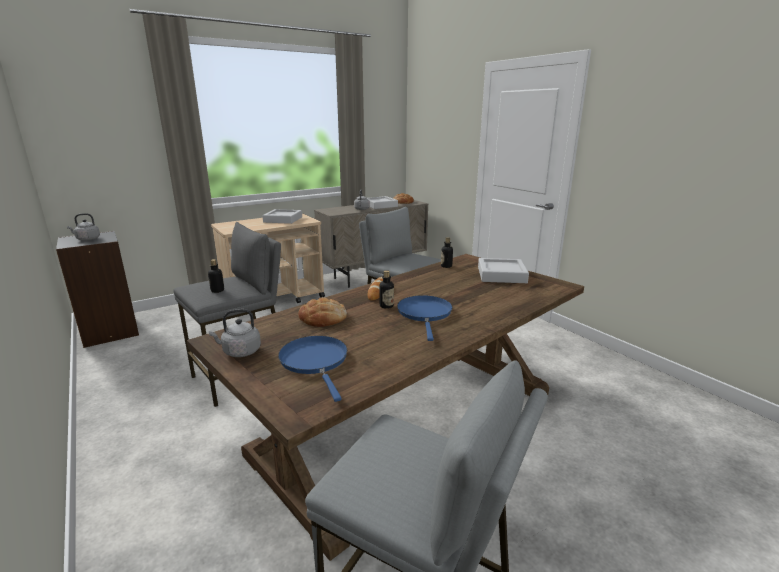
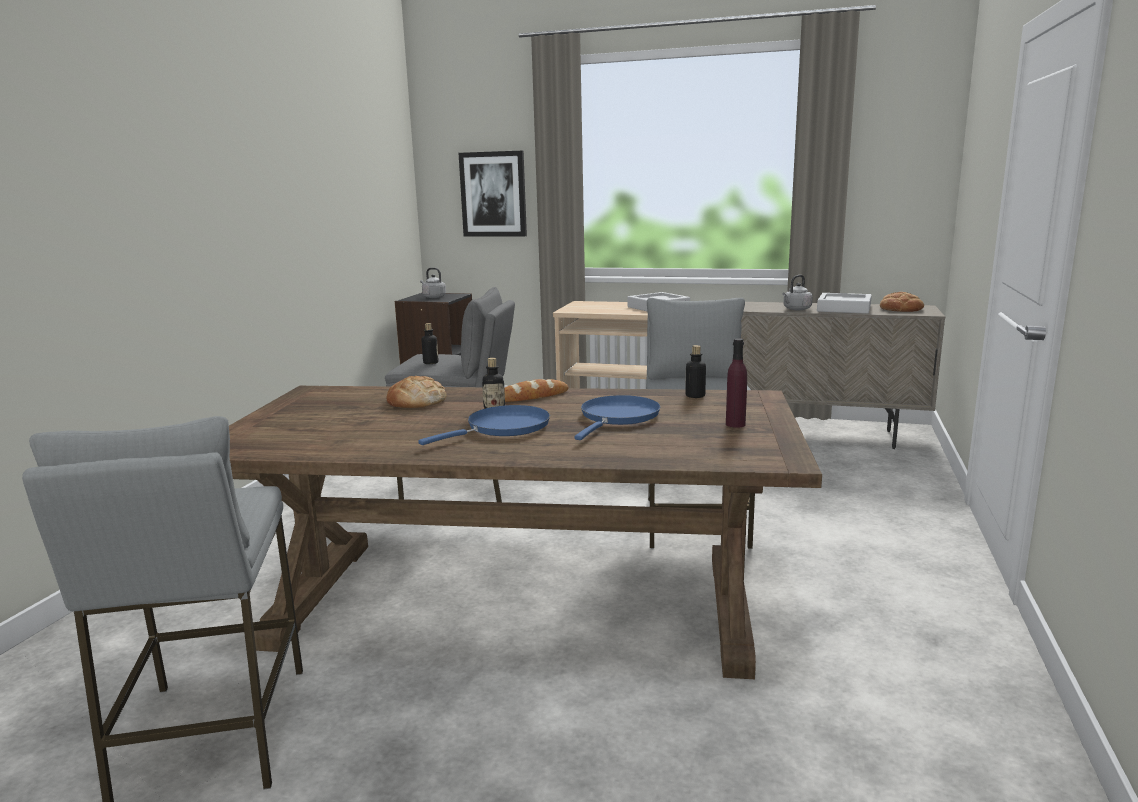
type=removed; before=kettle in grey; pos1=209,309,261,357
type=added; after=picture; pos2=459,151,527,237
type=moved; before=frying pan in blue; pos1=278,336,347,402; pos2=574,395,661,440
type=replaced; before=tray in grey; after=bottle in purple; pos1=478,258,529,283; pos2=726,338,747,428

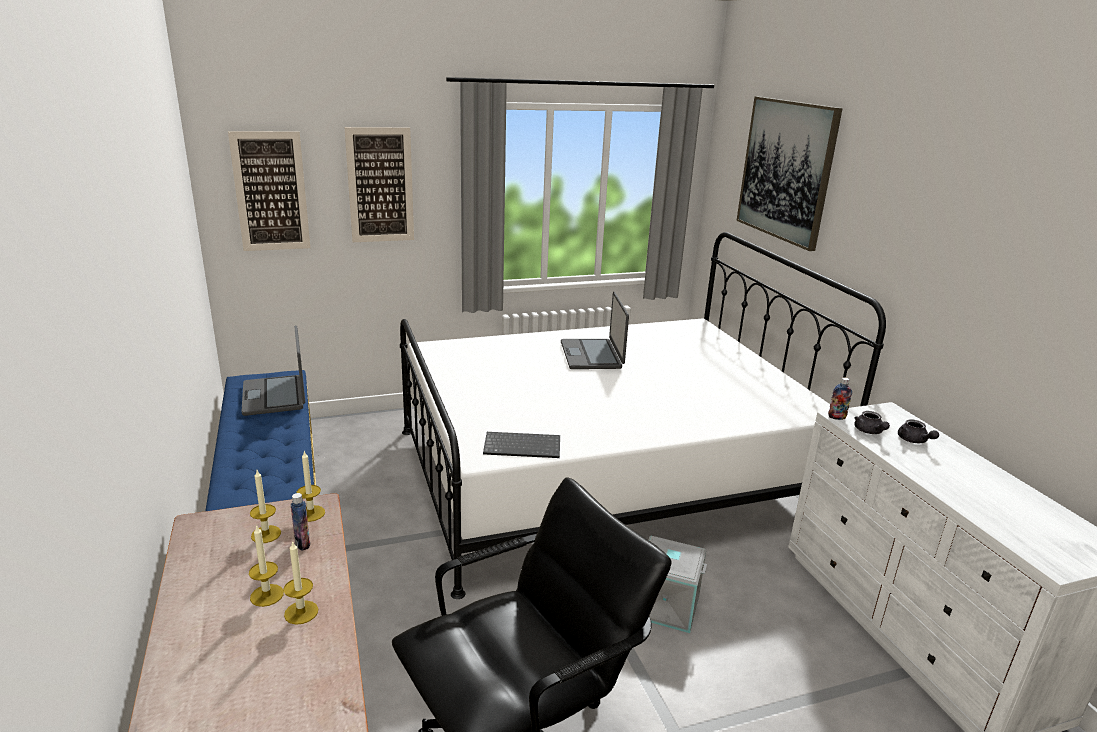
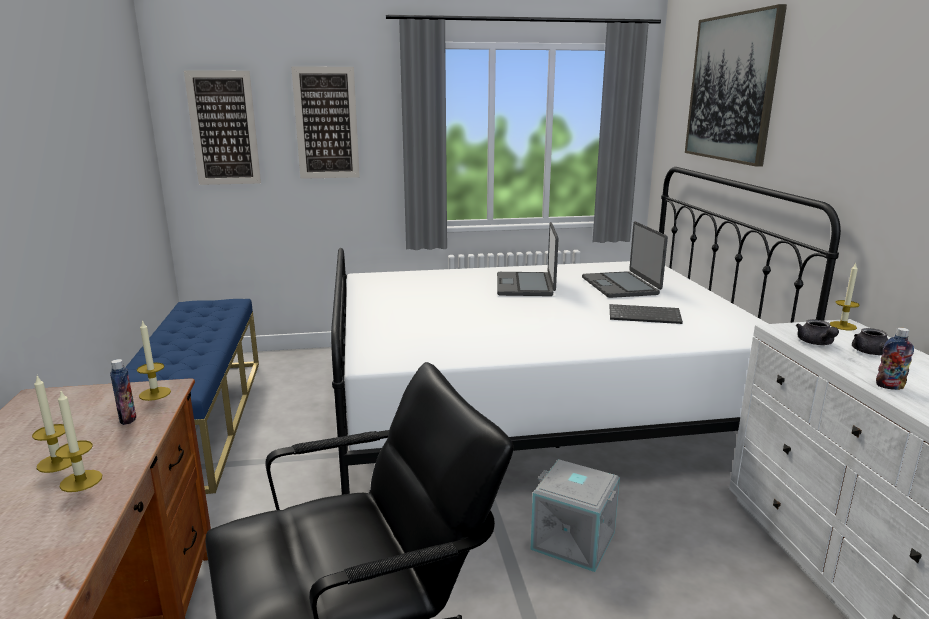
type=moved; before=laptop; pos1=241,325,305,416; pos2=582,221,668,298
type=moved; before=candle; pos1=250,470,281,543; pos2=830,263,860,330
type=moved; before=keyboard; pos1=483,432,560,458; pos2=609,304,683,324
type=moved; before=bottle; pos1=828,377,852,420; pos2=876,327,914,390

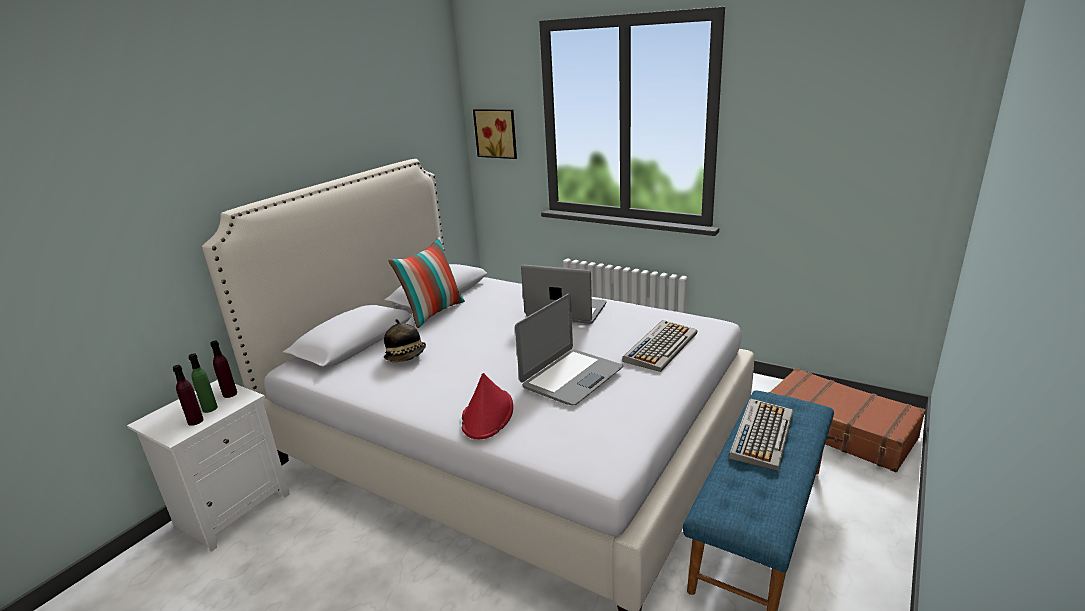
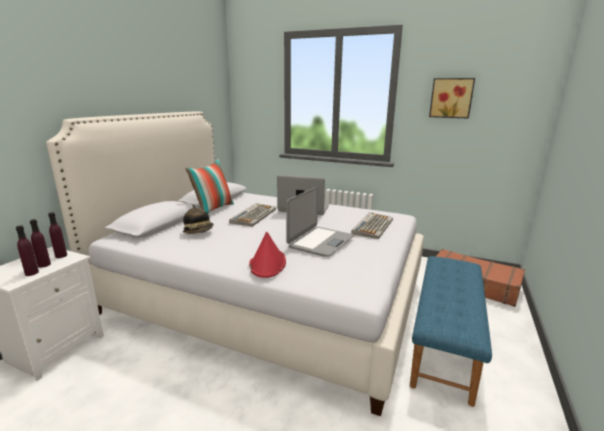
type=moved; before=picture; pos1=473,109,517,159; pos2=429,78,475,119
type=moved; before=keyboard; pos1=729,399,793,471; pos2=229,203,276,227
type=recoloured; before=bottle in green; after=bottle in purple; pos1=188,353,218,413; pos2=30,219,51,268

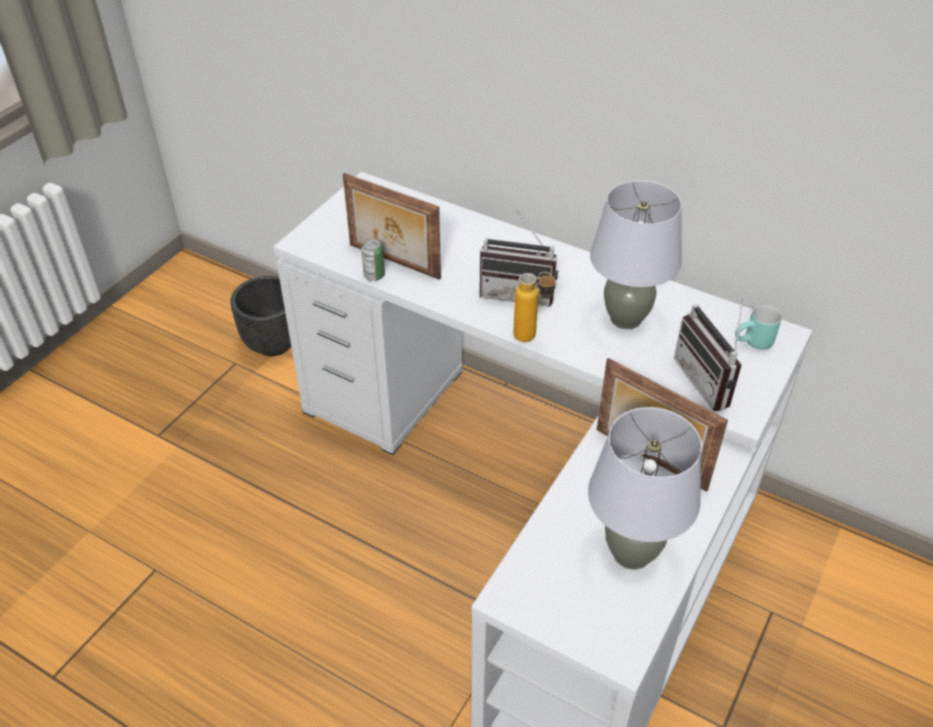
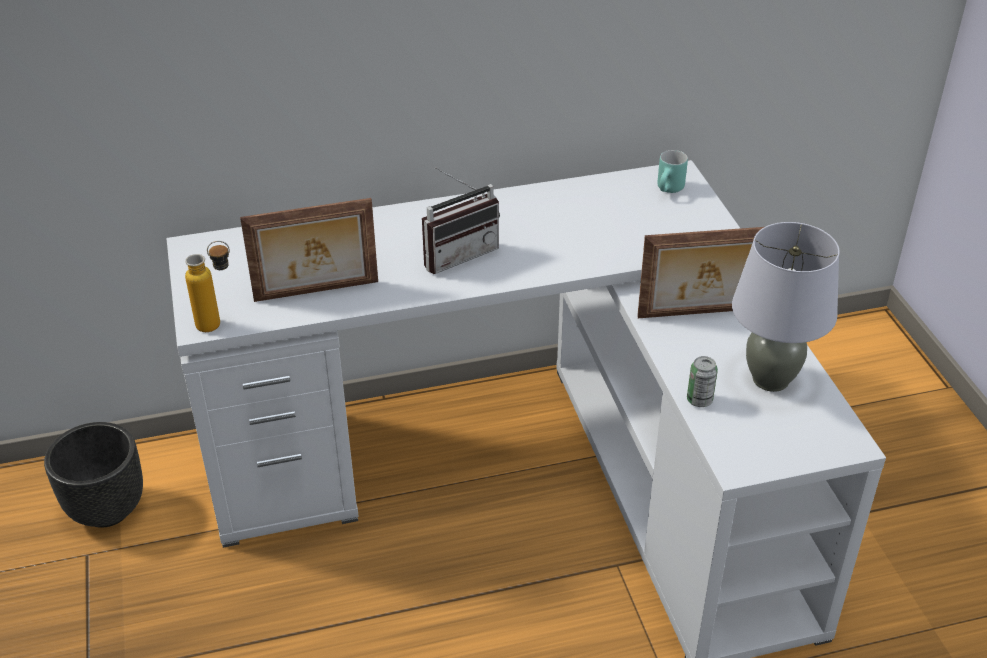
type=removed; before=table lamp in grey; pos1=590,180,682,329
type=removed; before=radio; pos1=674,299,743,411
type=moved; before=can; pos1=361,239,385,281; pos2=687,356,718,407
type=moved; before=bottle; pos1=513,272,556,342; pos2=185,241,230,332

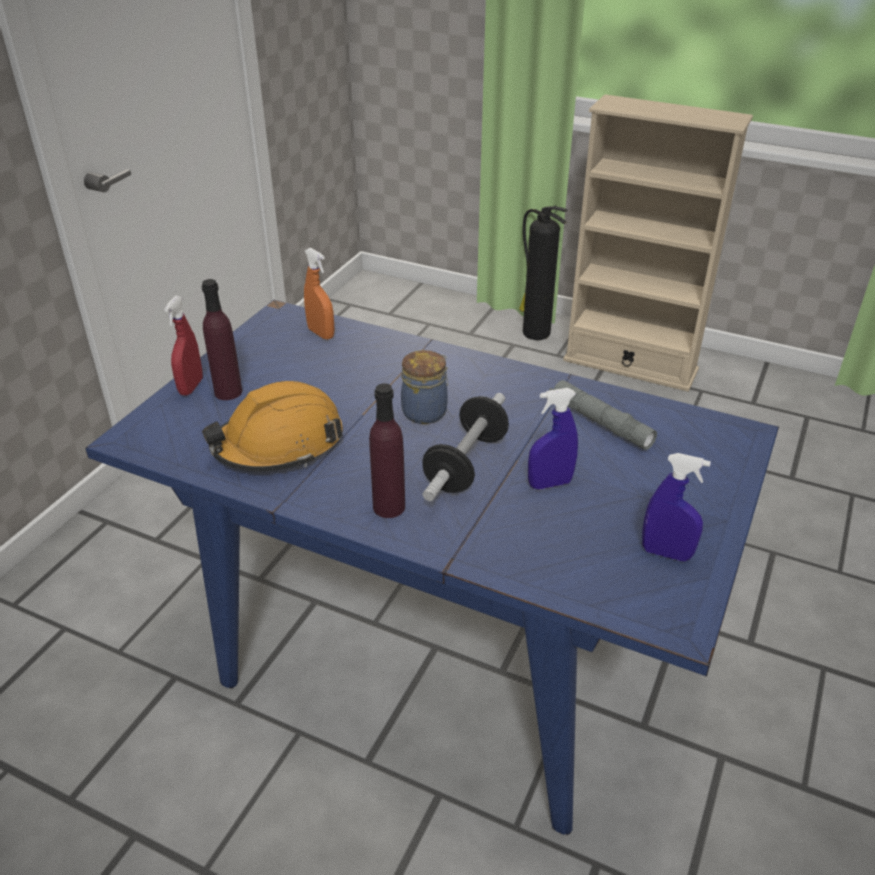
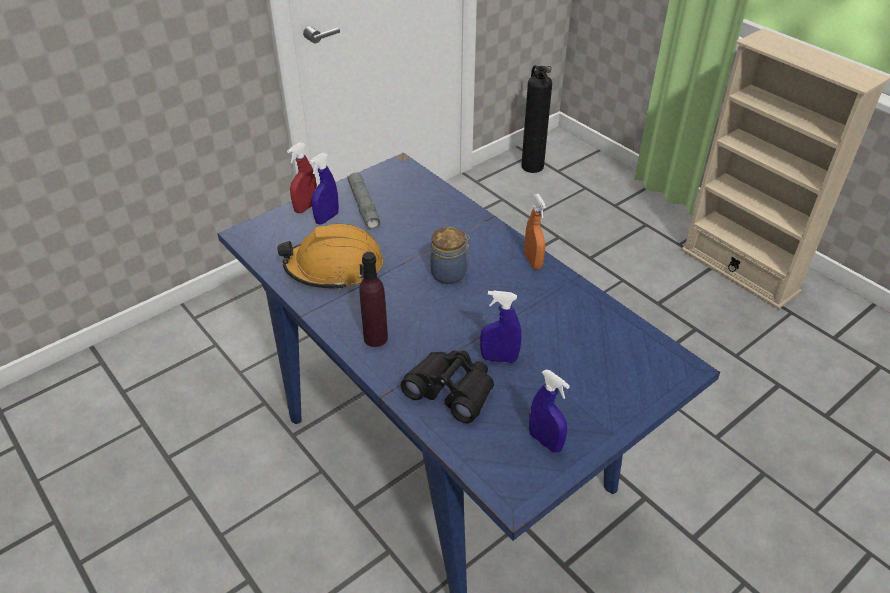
type=removed; before=dumbbell; pos1=422,393,509,501
type=added; after=binoculars in black; pos2=400,350,494,423
type=moved; before=spray bottle in orange; pos1=304,248,335,340; pos2=524,194,546,270
type=moved; before=fire extinguisher; pos1=519,206,567,340; pos2=521,65,552,173
type=moved; before=flashlight in grey; pos1=549,380,657,450; pos2=347,172,381,230
type=replaced; before=bottle in purple; after=spray bottle in blue; pos1=201,279,242,400; pos2=309,153,339,225

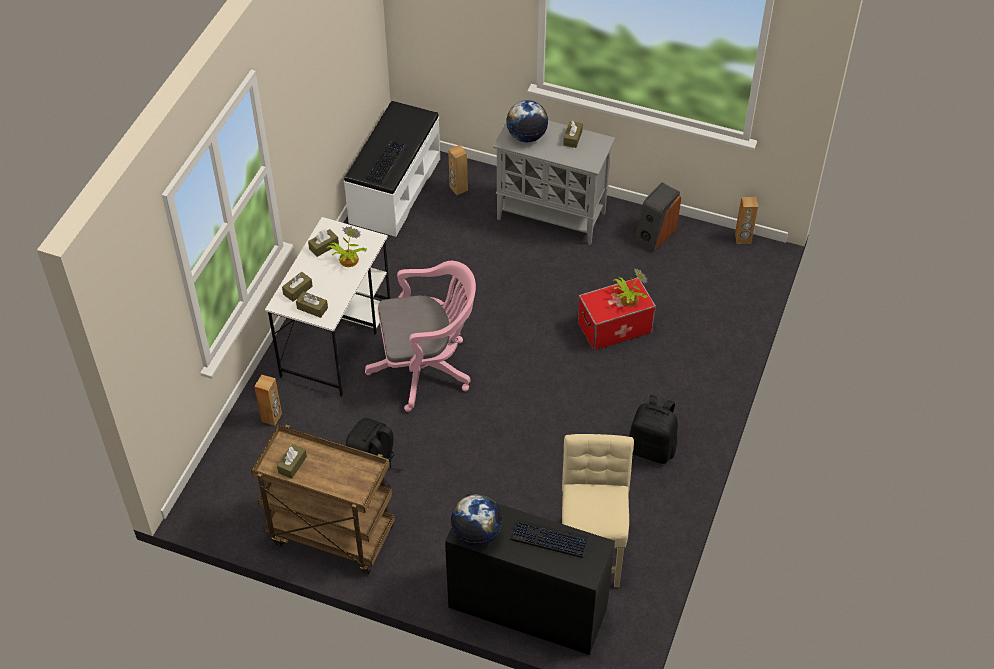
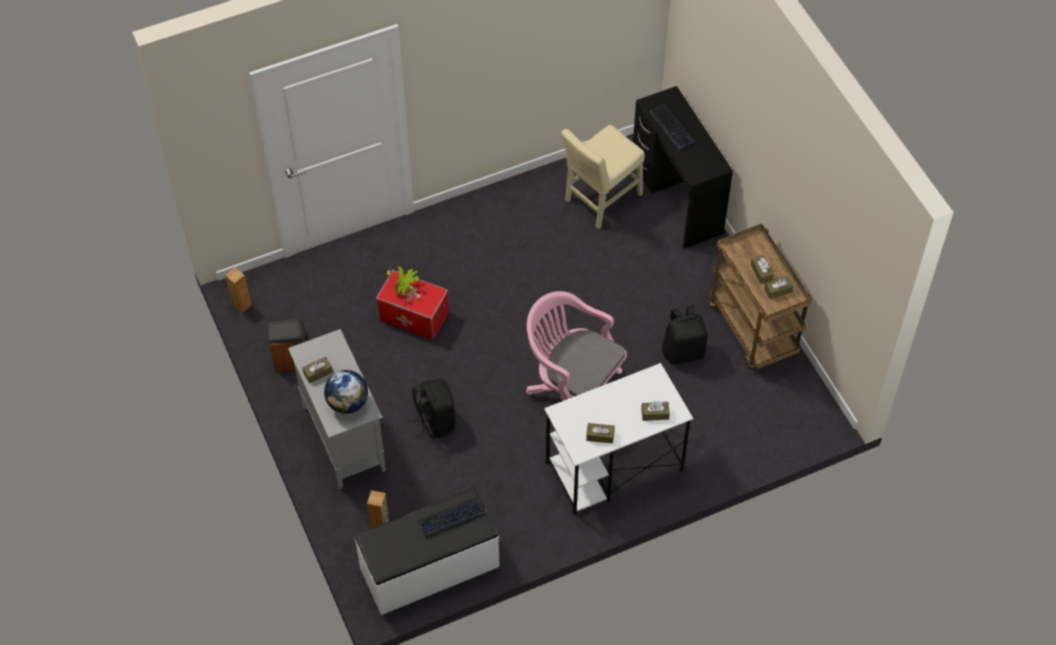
type=removed; before=speaker in brown; pos1=254,375,282,426
type=removed; before=potted plant; pos1=327,226,367,267
type=removed; before=globe; pos1=451,495,503,547
type=moved; before=tissue box in brown; pos1=296,291,328,318; pos2=751,255,774,284
type=moved; before=backpack in black; pos1=629,395,678,464; pos2=408,378,455,438

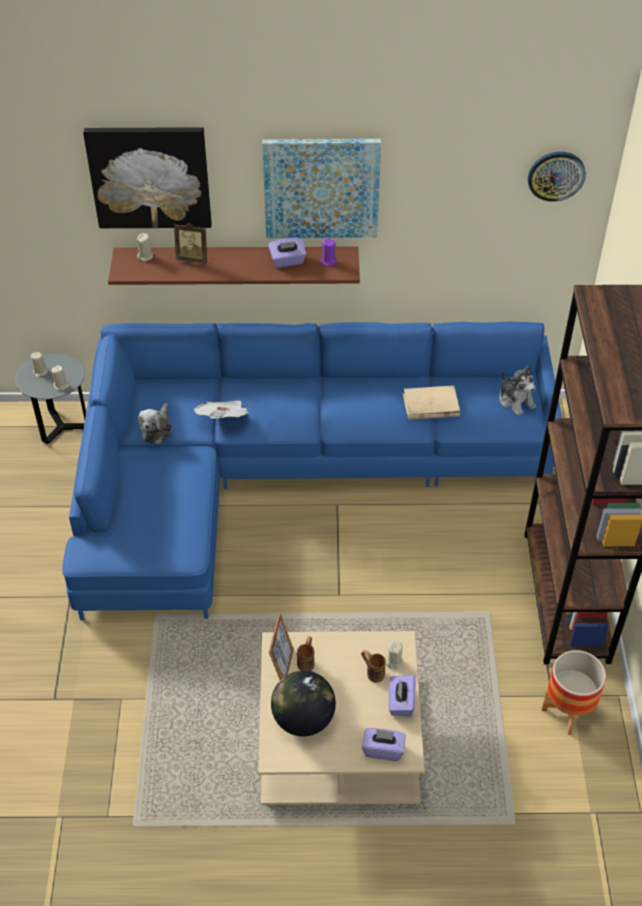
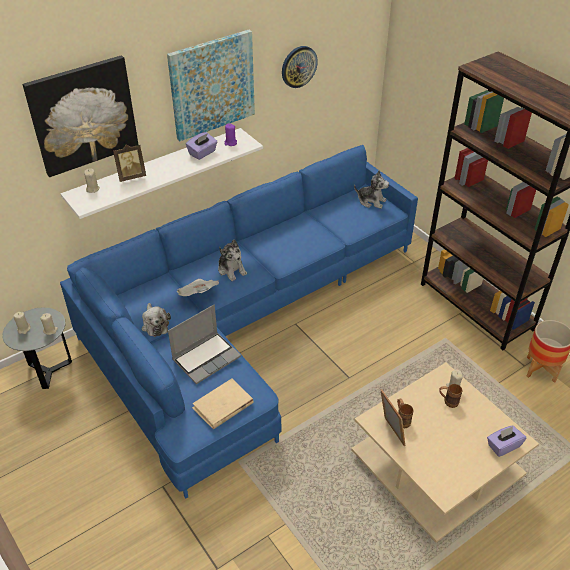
type=removed; before=globe; pos1=271,670,336,737
type=removed; before=tissue box in purple; pos1=388,675,416,717
type=added; after=laptop; pos2=168,305,241,384
type=added; after=plush toy; pos2=218,240,247,281
type=moved; before=book in beige; pos1=403,385,460,420; pos2=192,378,254,430
type=moved; before=wall clock; pos1=528,152,586,202; pos2=282,46,318,88
type=recoloured; before=shelf in brown; after=shelf in white; pos1=108,246,360,285; pos2=61,128,263,219

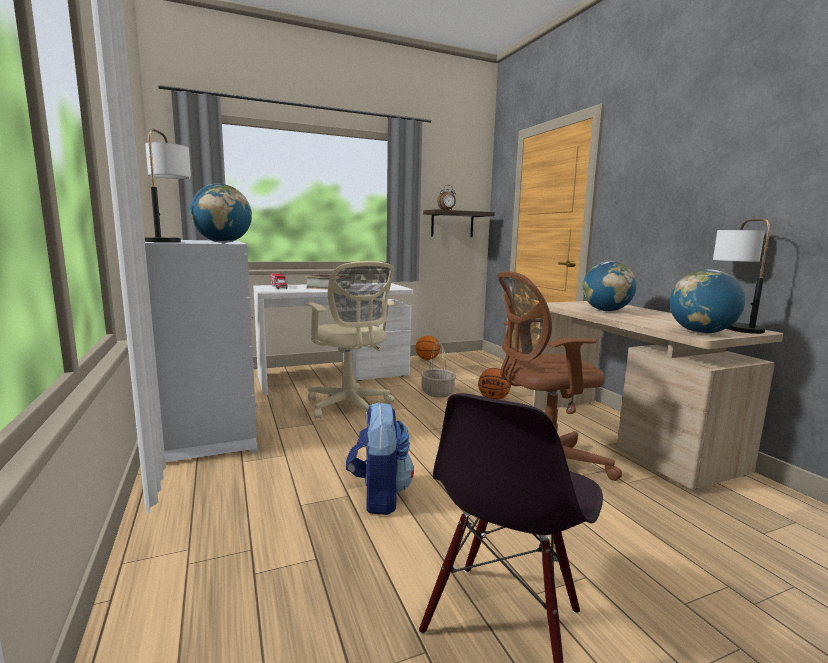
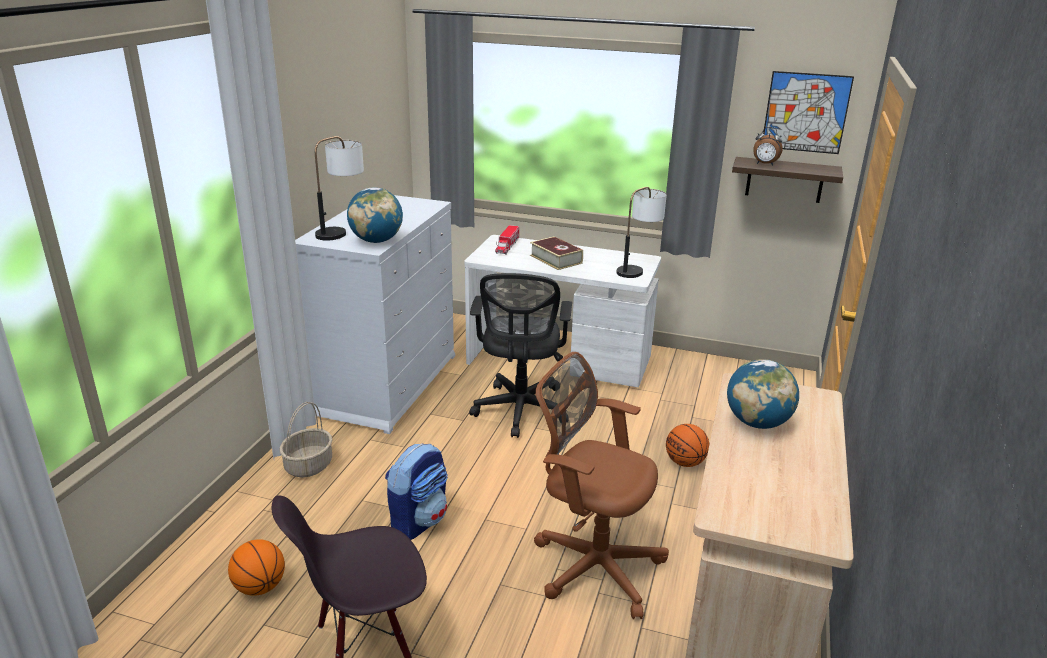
type=removed; before=globe; pos1=670,269,745,334
type=added; after=picture; pos2=763,71,854,154
type=moved; before=basketball; pos1=416,335,440,360; pos2=228,539,285,596
type=moved; before=basket; pos1=421,342,456,398; pos2=279,402,332,478
type=moved; before=table lamp; pos1=713,219,770,334; pos2=617,187,667,278
type=recoloured; before=office chair in beige; after=office chair in black; pos1=305,261,397,419; pos2=469,273,572,438

